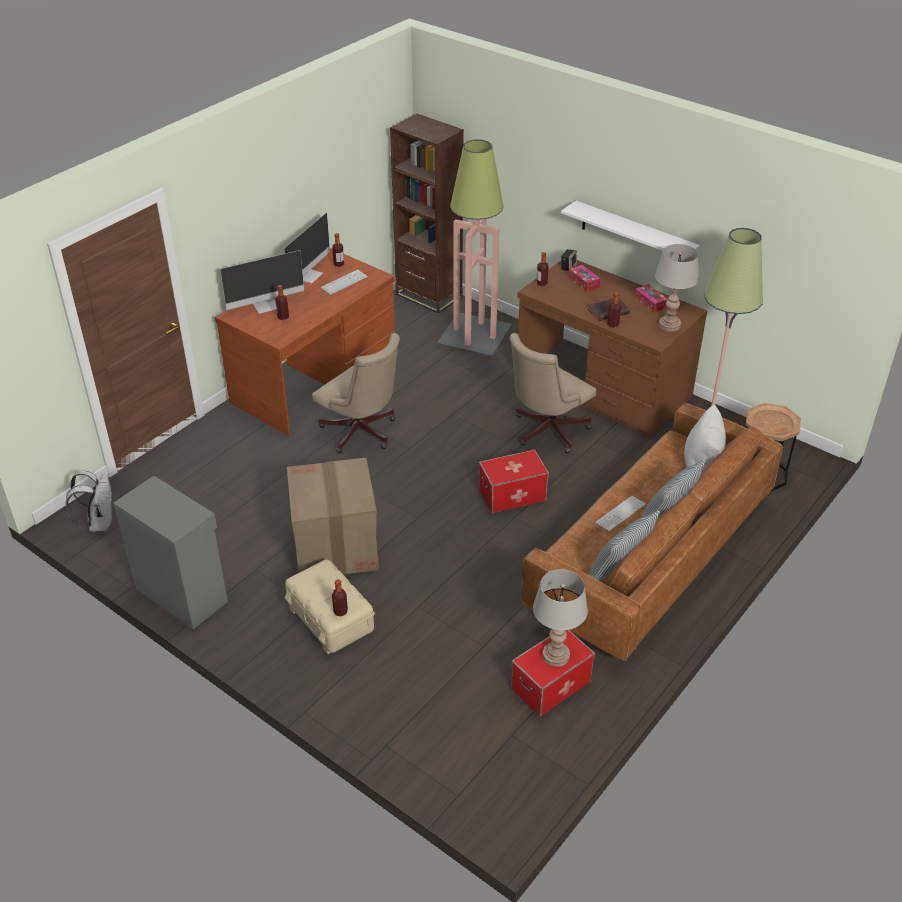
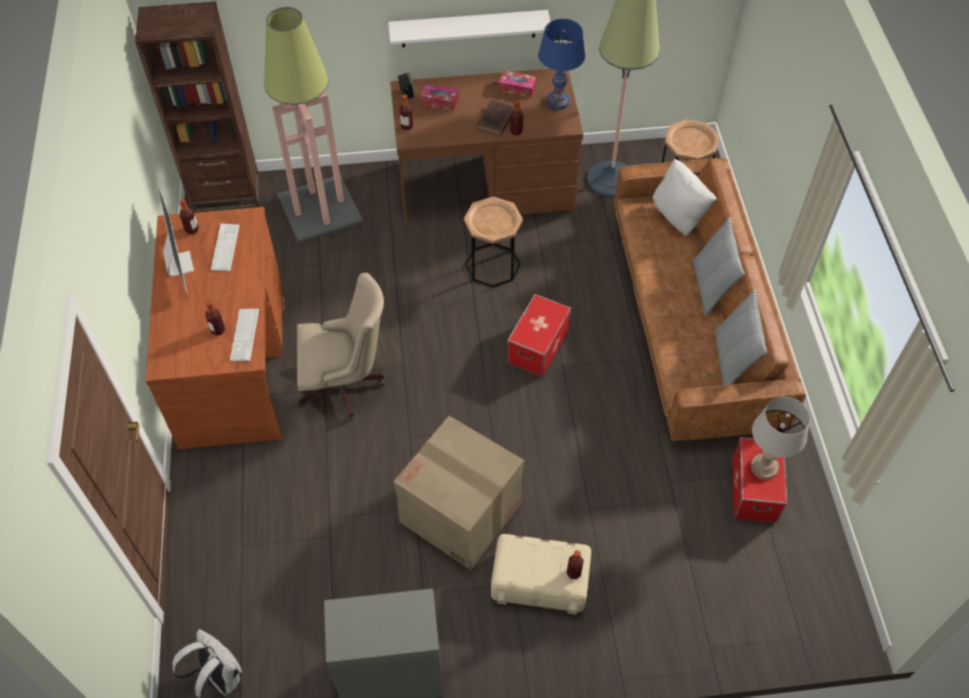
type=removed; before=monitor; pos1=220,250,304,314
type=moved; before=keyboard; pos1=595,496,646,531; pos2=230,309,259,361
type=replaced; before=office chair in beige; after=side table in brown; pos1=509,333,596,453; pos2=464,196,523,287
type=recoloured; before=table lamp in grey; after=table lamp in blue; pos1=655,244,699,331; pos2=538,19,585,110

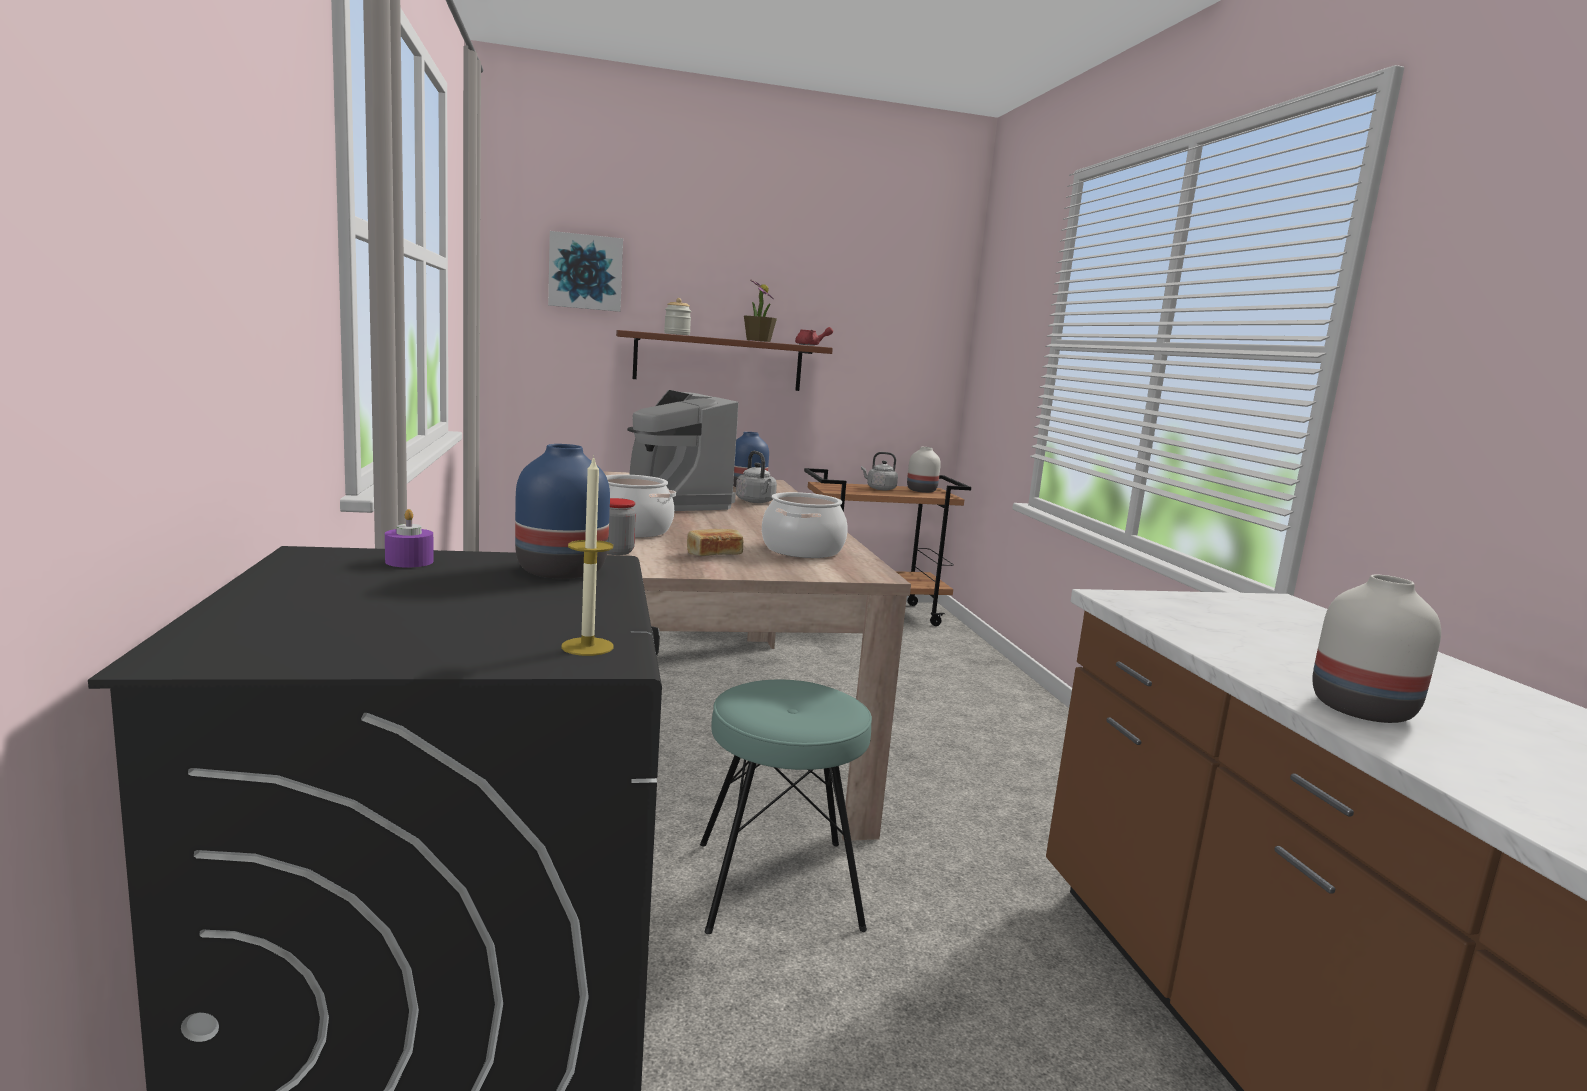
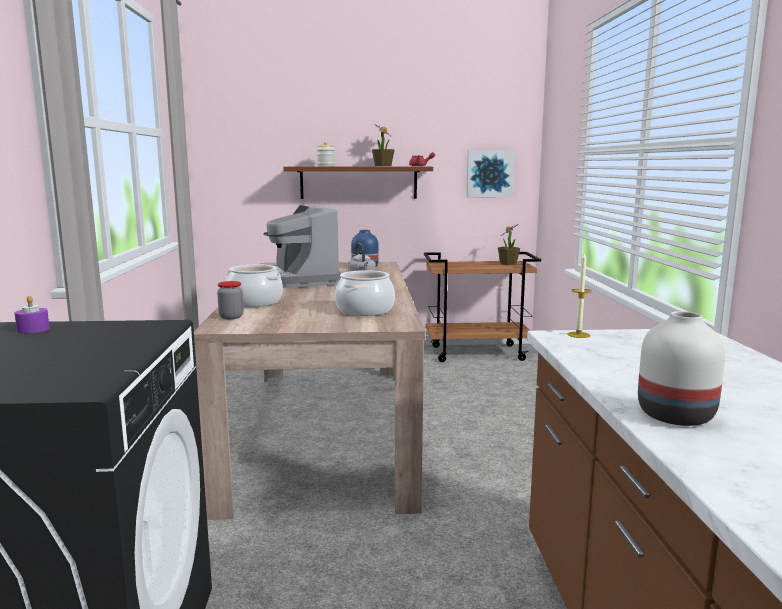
type=removed; before=vase in blue; pos1=515,444,610,579
type=removed; before=bread; pos1=687,529,743,556
type=removed; before=stool in turquoise; pos1=700,680,872,934
type=removed; before=kettle in grey; pos1=861,452,898,490
type=moved; before=picture; pos1=548,231,623,312; pos2=467,150,515,197
type=moved; before=candle; pos1=561,455,613,656; pos2=567,253,592,338
type=replaced; before=vase in white; after=potted plant; pos1=907,447,941,493; pos2=498,224,520,265

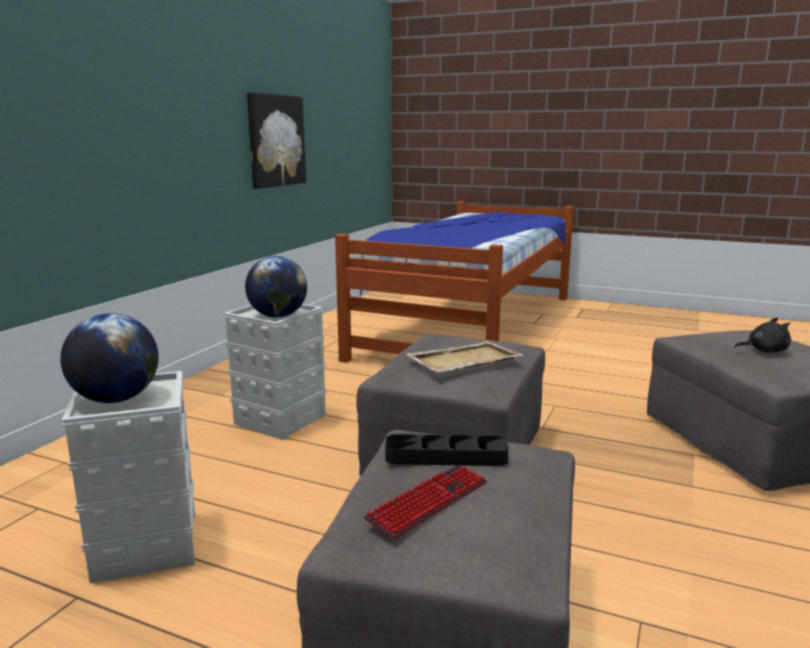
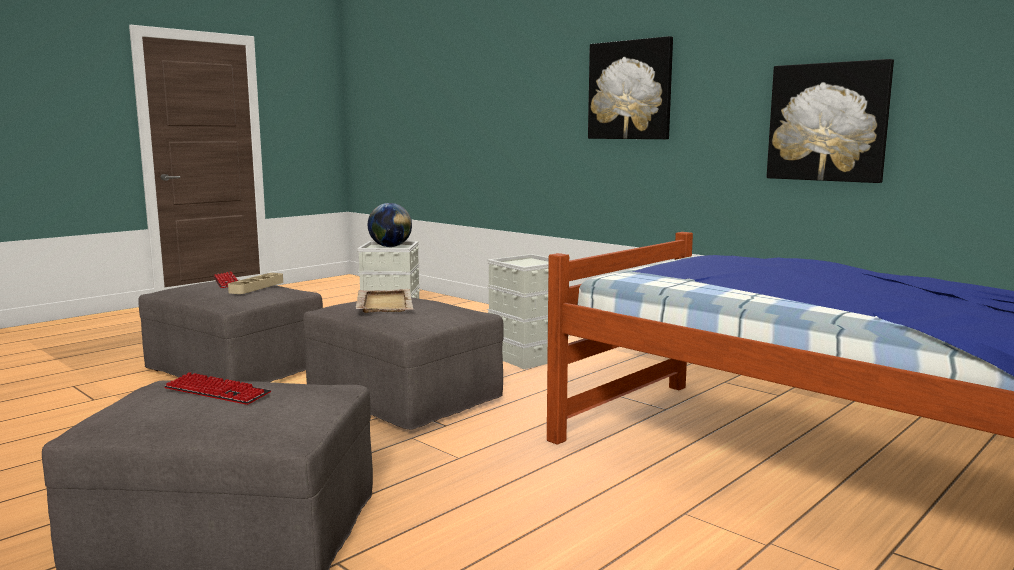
type=removed; before=globe; pos1=245,256,307,318
type=added; after=picture; pos2=588,36,673,139
type=replaced; before=plush toy in black; after=keyboard; pos1=734,318,791,353; pos2=164,372,271,405
type=recoloured; before=tray in black; after=tray in beige; pos1=385,434,509,466; pos2=228,273,283,294

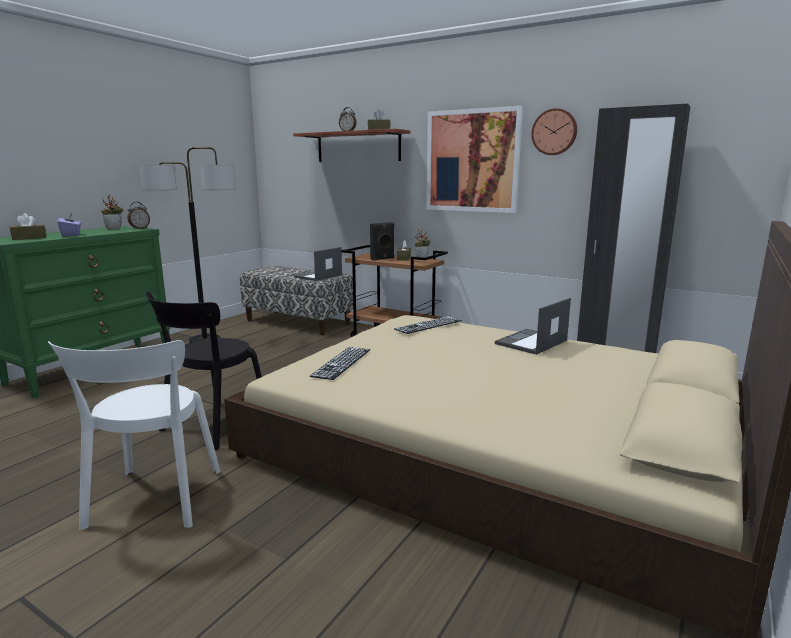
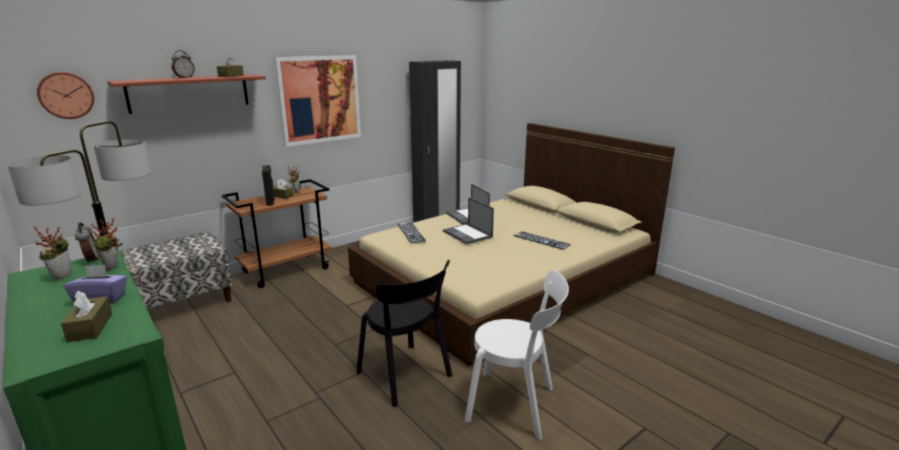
type=added; after=potted plant; pos2=90,218,123,271
type=moved; before=laptop; pos1=294,247,342,281; pos2=443,198,494,244
type=moved; before=keyboard; pos1=310,347,370,380; pos2=514,231,571,250
type=moved; before=wall clock; pos1=531,108,577,155; pos2=37,72,94,119

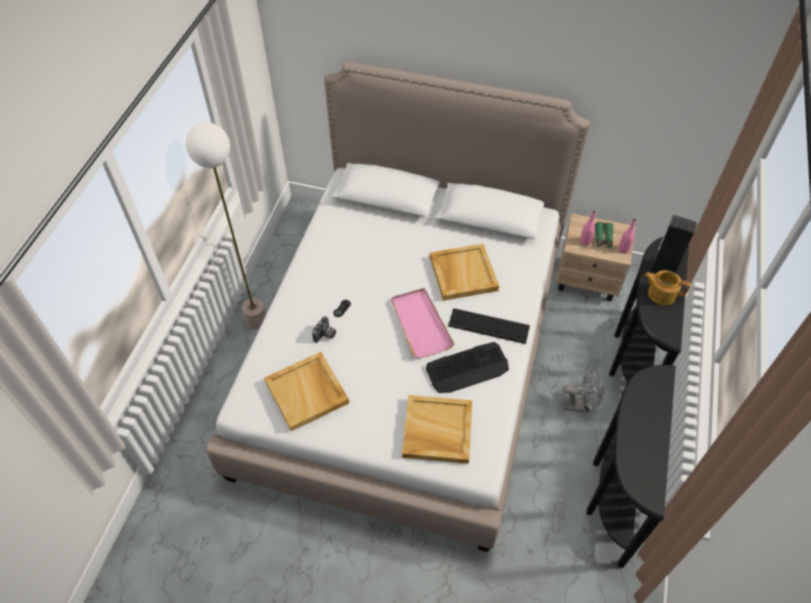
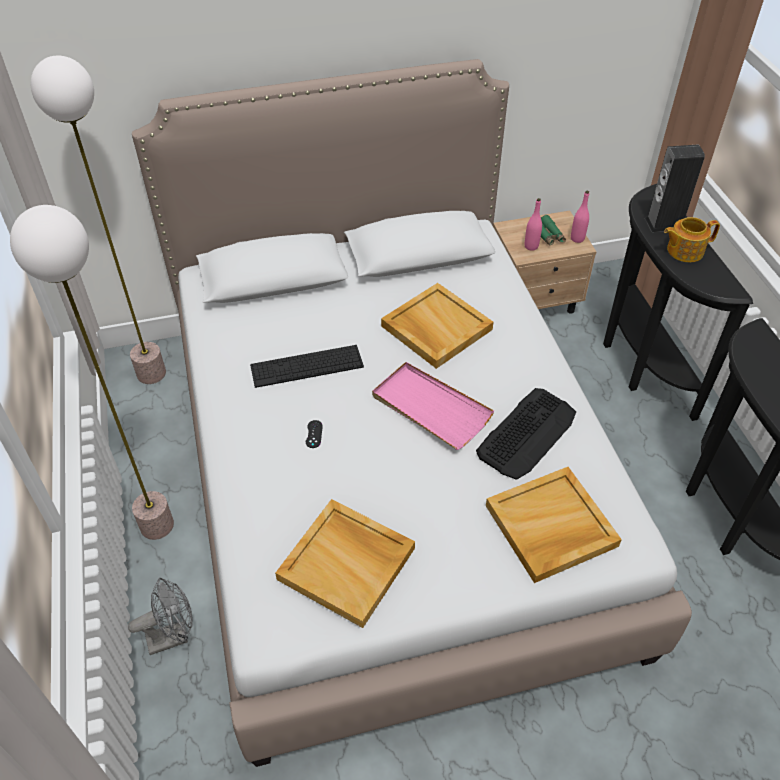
type=removed; before=photo camera; pos1=312,316,336,343
type=added; after=floor lamp; pos2=31,55,166,384
type=moved; before=keyboard; pos1=448,308,530,344; pos2=250,345,364,388
type=moved; before=fan in grey; pos1=563,369,603,413; pos2=128,578,192,655

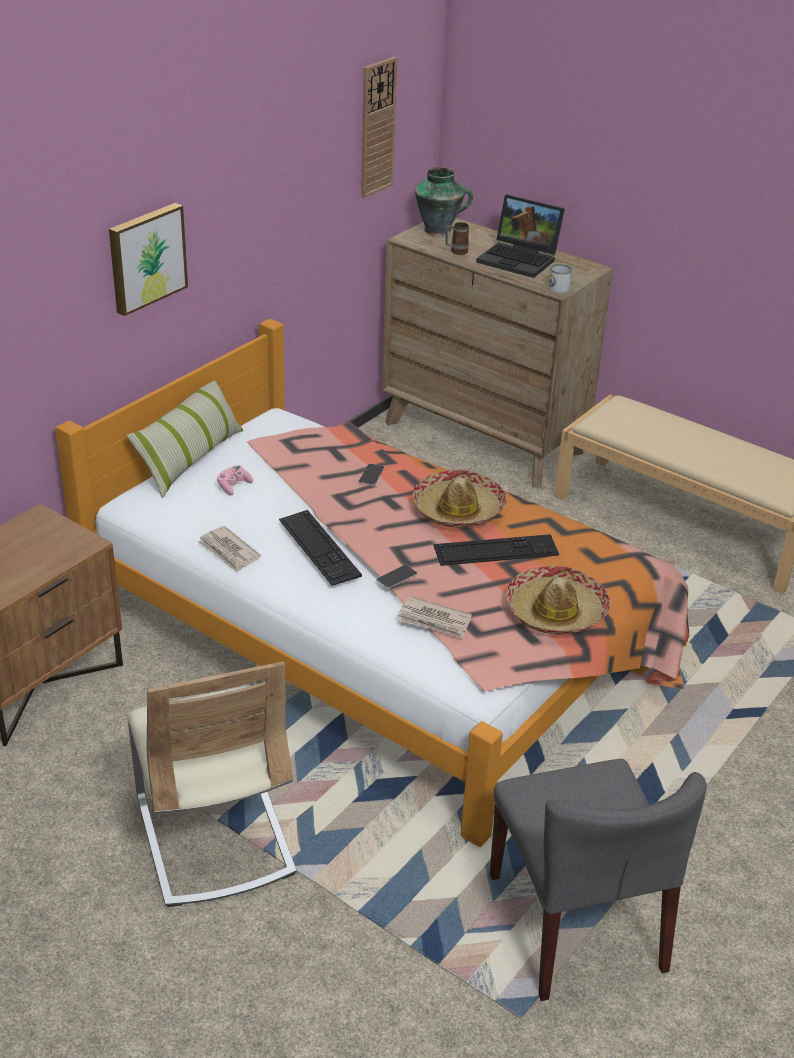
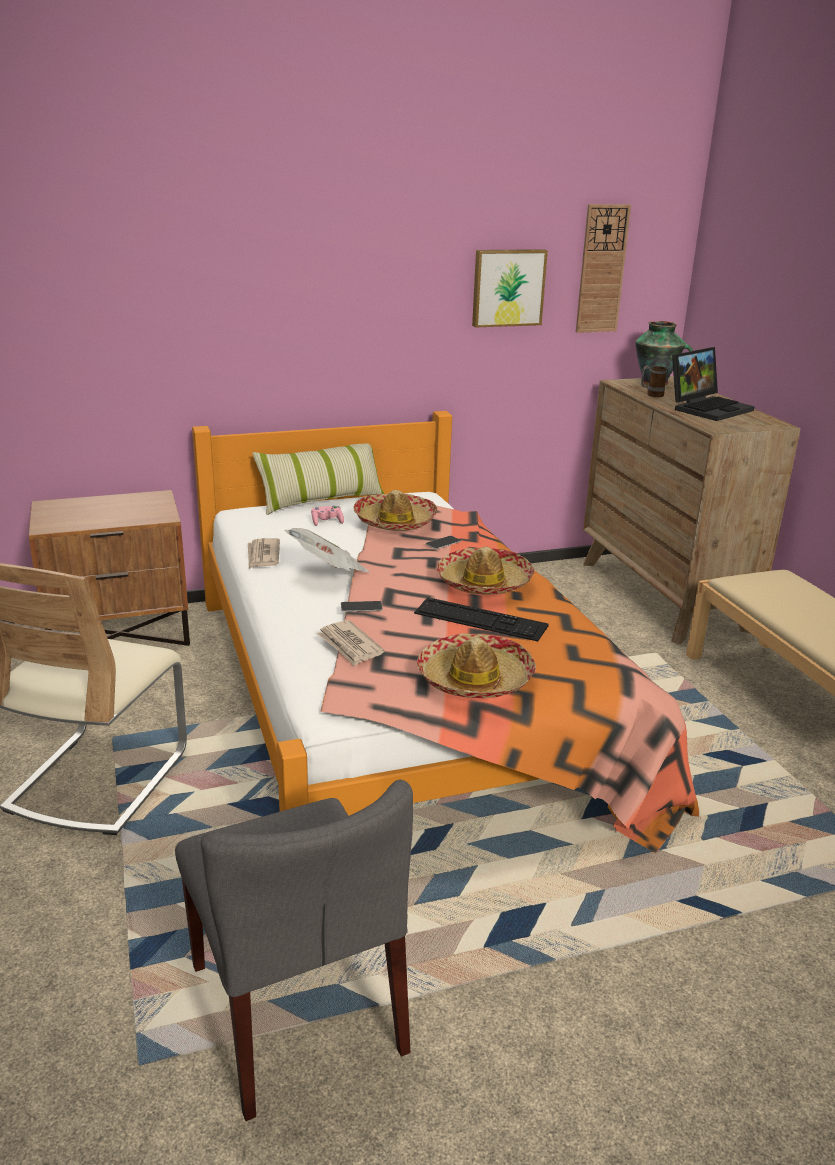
type=removed; before=mug; pos1=548,263,572,293
type=added; after=hat; pos2=354,490,438,531
type=moved; before=picture; pos1=109,203,188,316; pos2=472,249,548,328
type=replaced; before=keyboard; after=newspaper; pos1=279,510,362,586; pos2=285,528,370,572
type=turned; before=laptop; pos1=476,195,565,278; pos2=672,347,755,421; turn=-105
type=turned; before=chair in grey; pos1=490,759,707,1001; pos2=175,780,413,1121; turn=-45

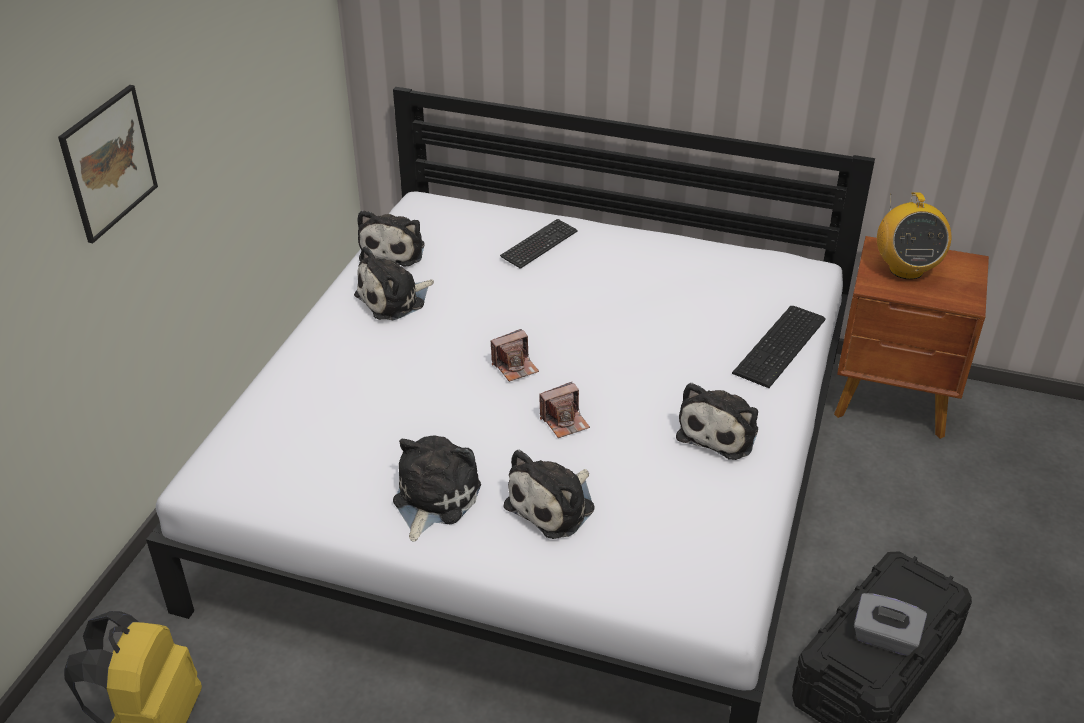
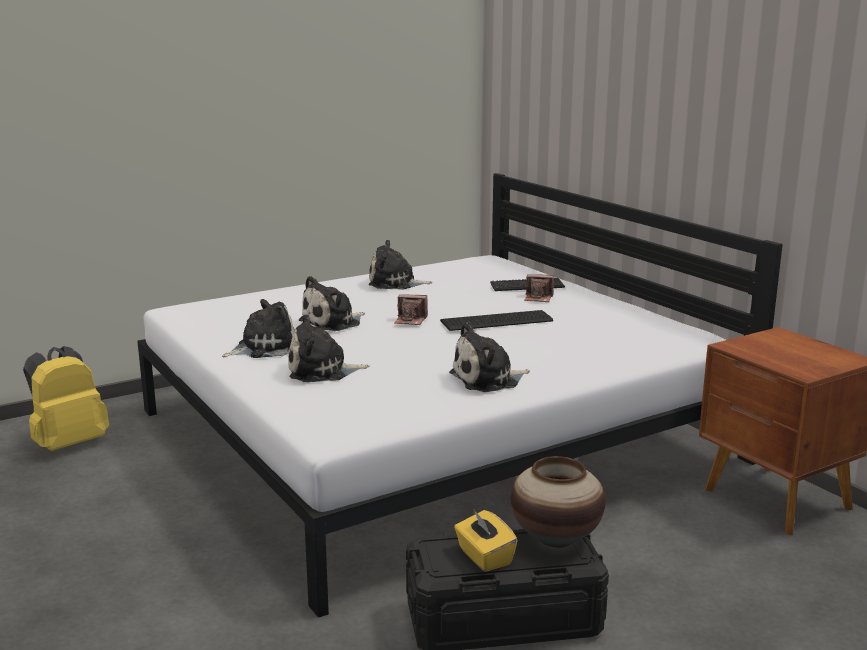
type=removed; before=picture; pos1=58,85,158,243
type=removed; before=radio; pos1=877,192,951,280
type=added; after=vase; pos2=511,456,606,548
type=moved; before=plush toy; pos1=357,210,425,267; pos2=299,276,365,331
type=moved; before=photo camera; pos1=539,382,590,438; pos2=524,274,554,302
type=moved; before=keyboard; pos1=732,306,826,388; pos2=440,310,553,331
type=recoloured; before=tissue box in grey; after=tissue box in yellow; pos1=854,593,927,656; pos2=454,510,518,572

